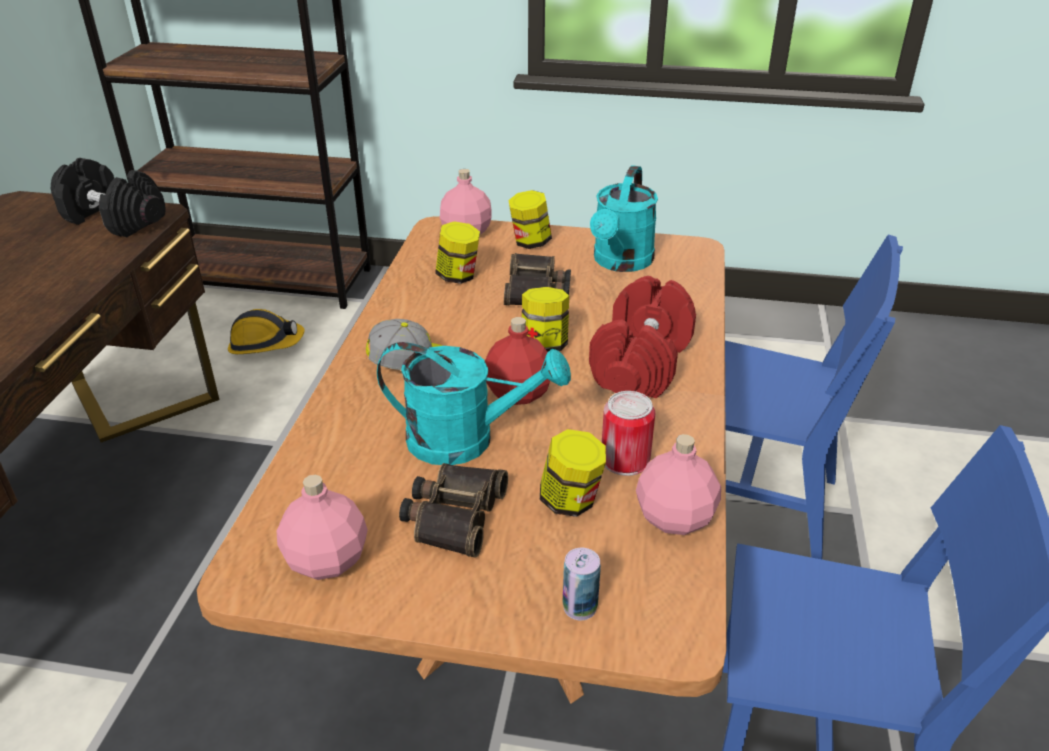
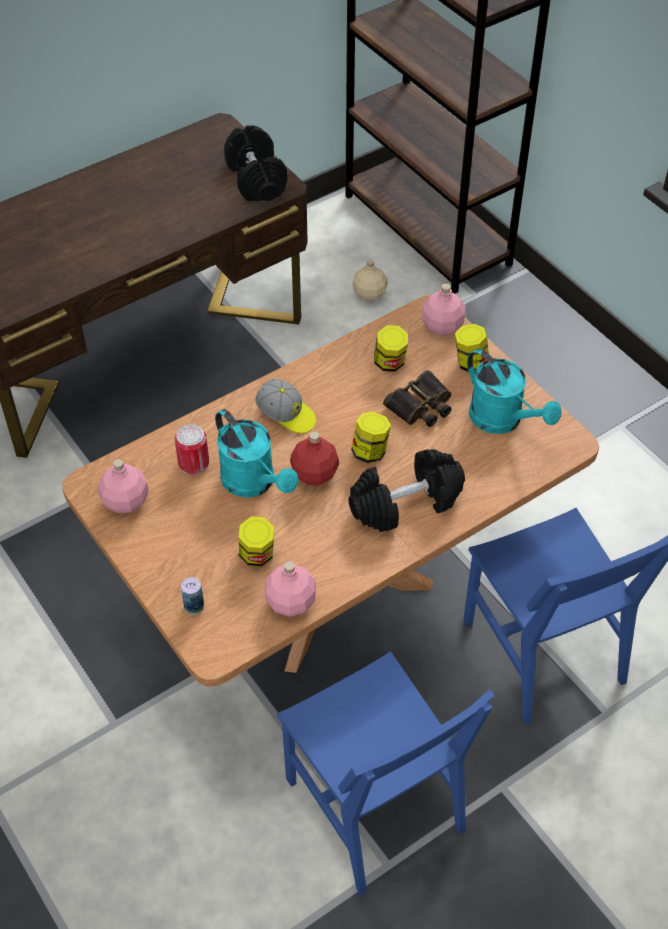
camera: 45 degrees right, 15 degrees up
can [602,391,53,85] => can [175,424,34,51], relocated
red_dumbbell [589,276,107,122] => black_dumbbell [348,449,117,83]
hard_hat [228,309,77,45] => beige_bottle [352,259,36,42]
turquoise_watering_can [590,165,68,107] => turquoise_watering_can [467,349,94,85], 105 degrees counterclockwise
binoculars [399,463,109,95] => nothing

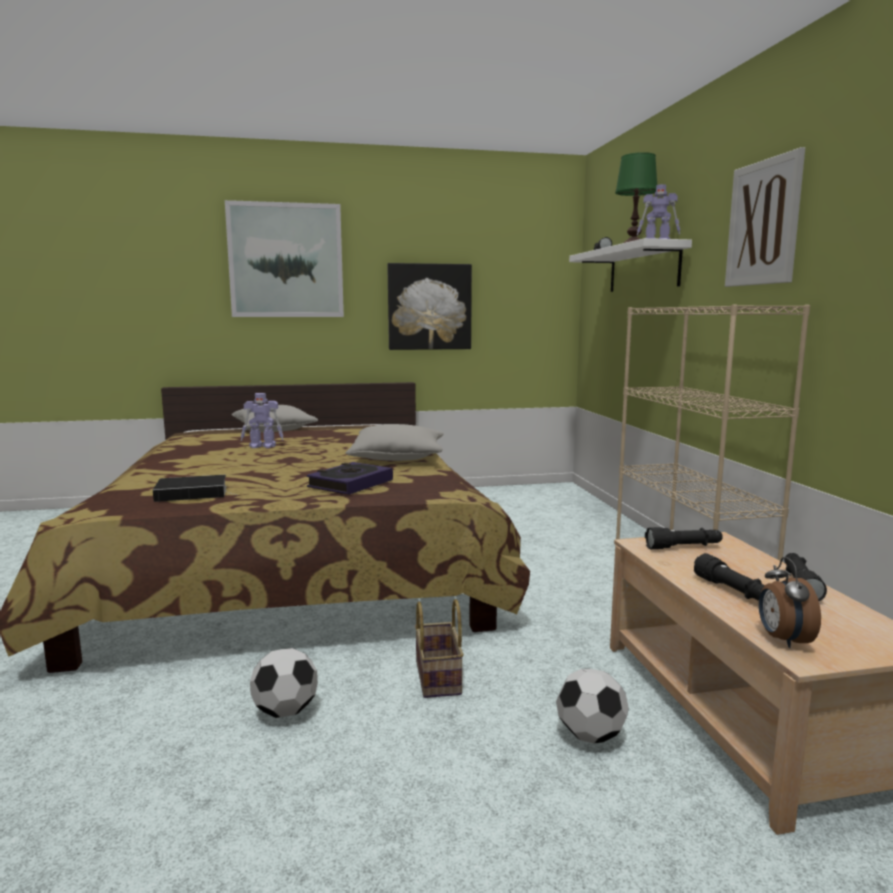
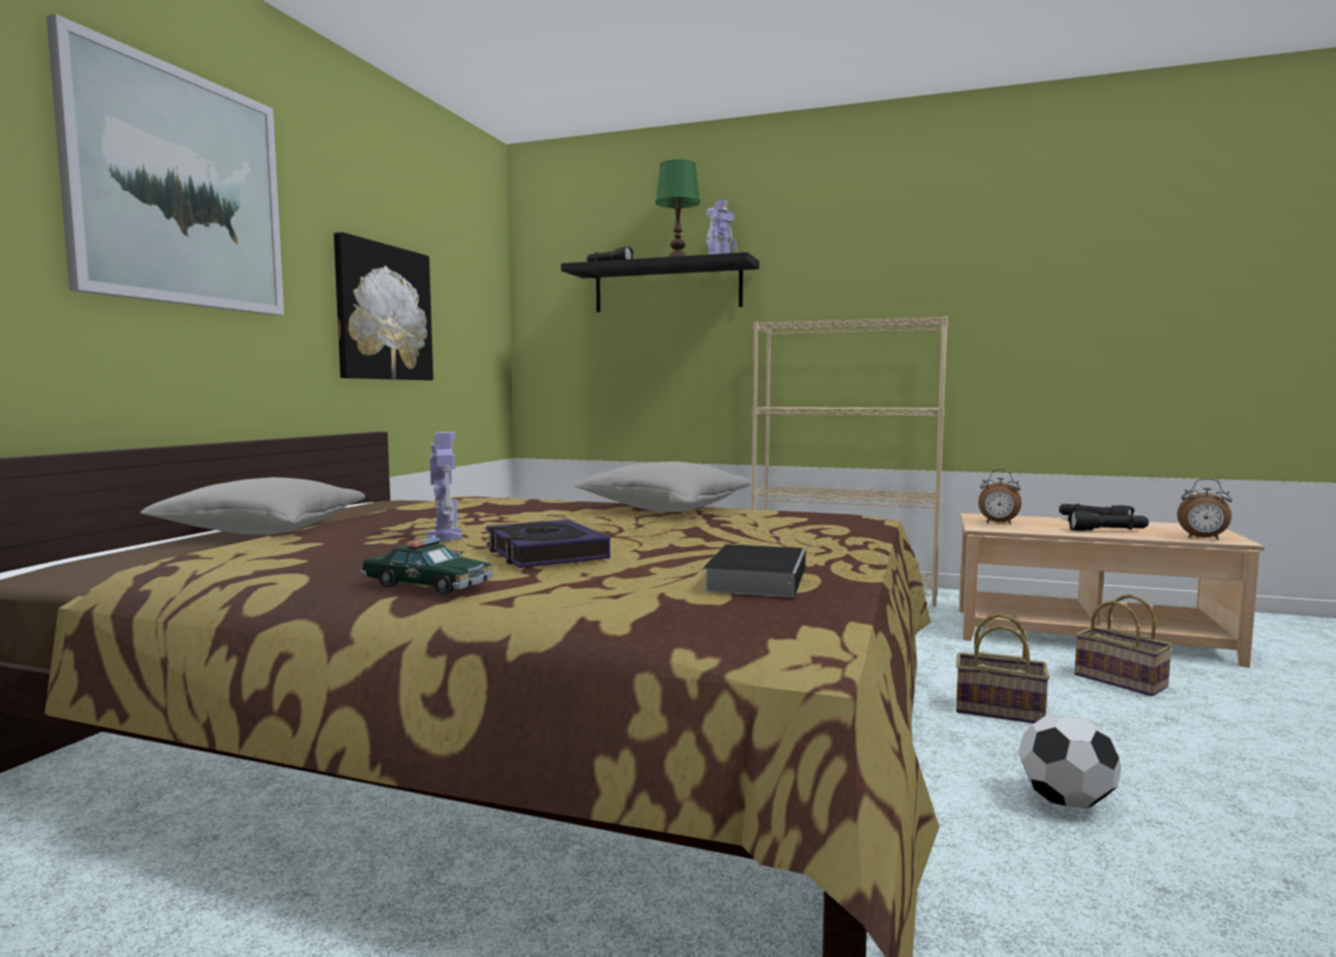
camera: 60 degrees left, 5 degrees down
nothing => toy_car [360,537,133,58]
toy_robot [241,393,42,55] => toy_robot [428,432,34,109], 45 degrees counterclockwise
book [306,462,87,33] => book [486,519,124,49], relocated
white_shelf [569,238,123,54] => black_shelf [561,252,198,60]
black_flashlight [645,527,78,22] => alarm_clock [978,469,44,55]
football [556,669,73,75] => basket [1074,594,99,102]
picture [725,147,80,140] => nothing

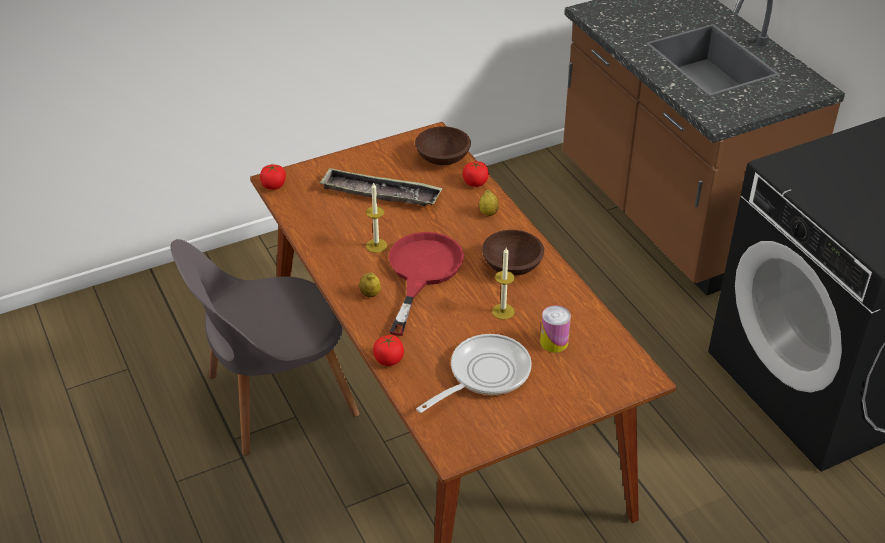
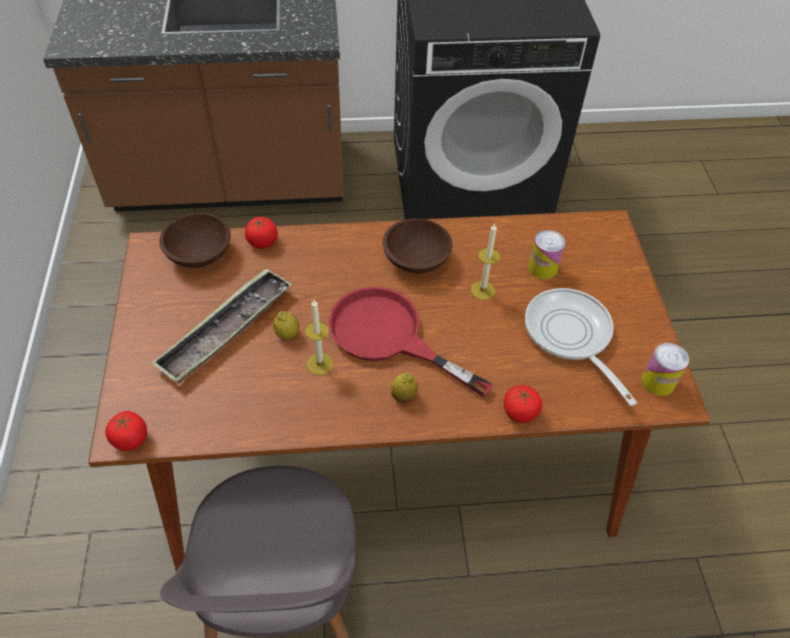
camera: 70 degrees left, 10 degrees up
lemon [479,190,20,26] => lemon [273,311,27,28], relocated
nothing => can [642,343,47,53]

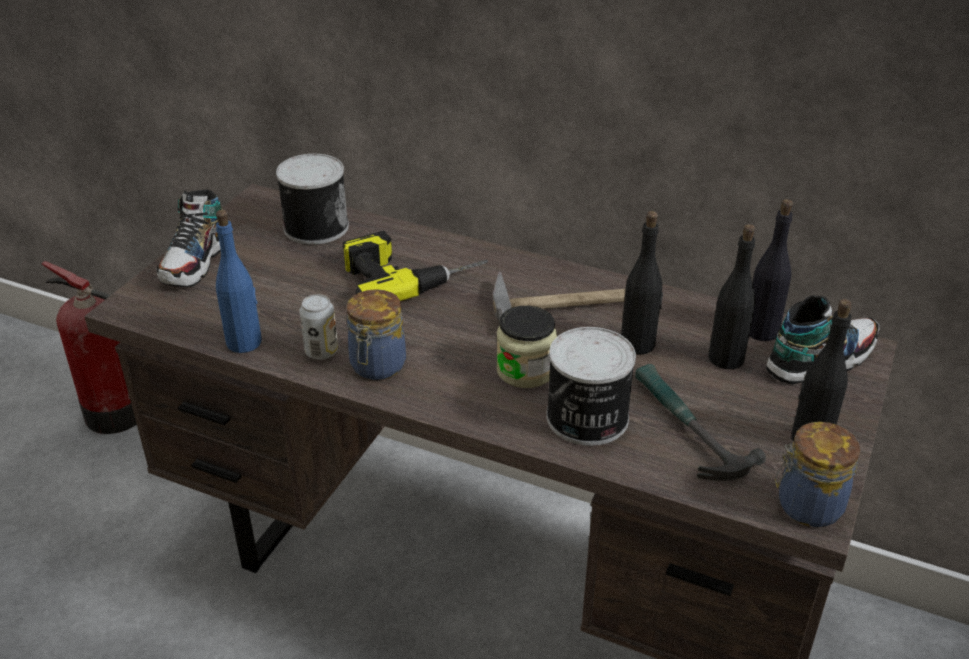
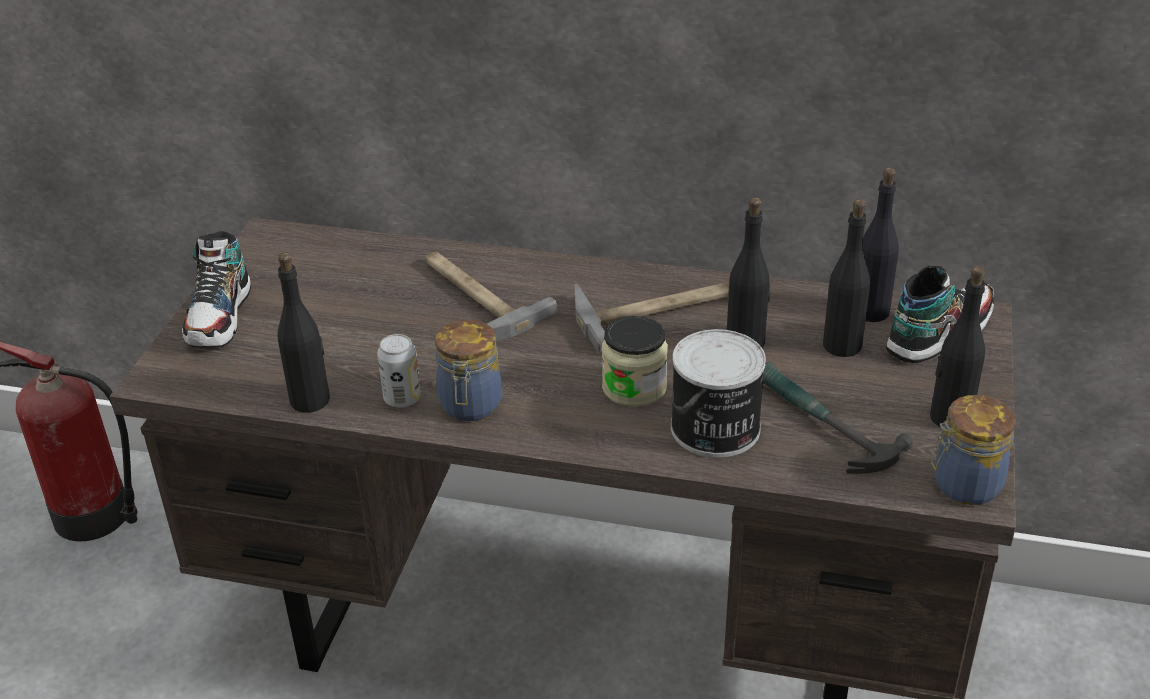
camera: 10 degrees left, 0 degrees up
blue_bottle [216,210,46,143] => black_bottle [277,252,53,161]
power_drill [343,231,145,70] => hammer [424,251,133,90]
can [276,154,73,91] => nothing

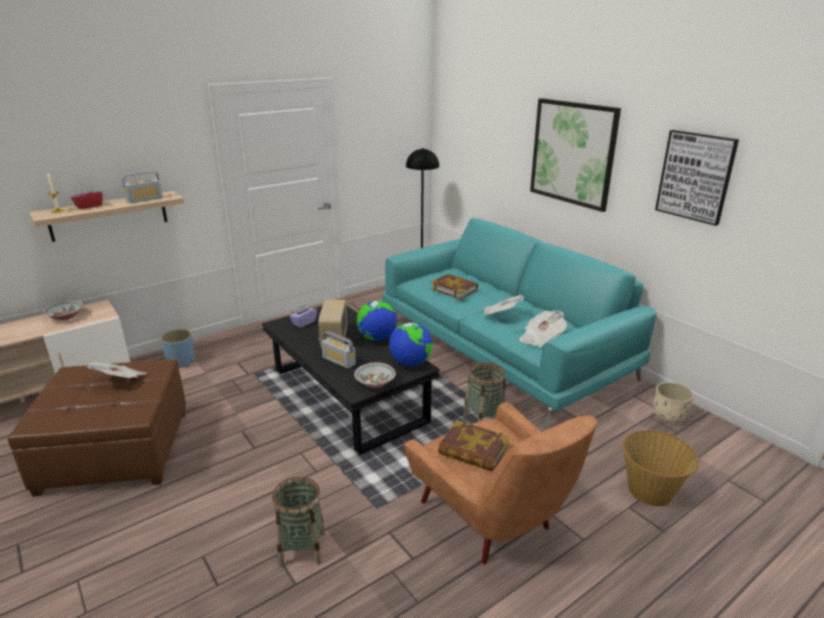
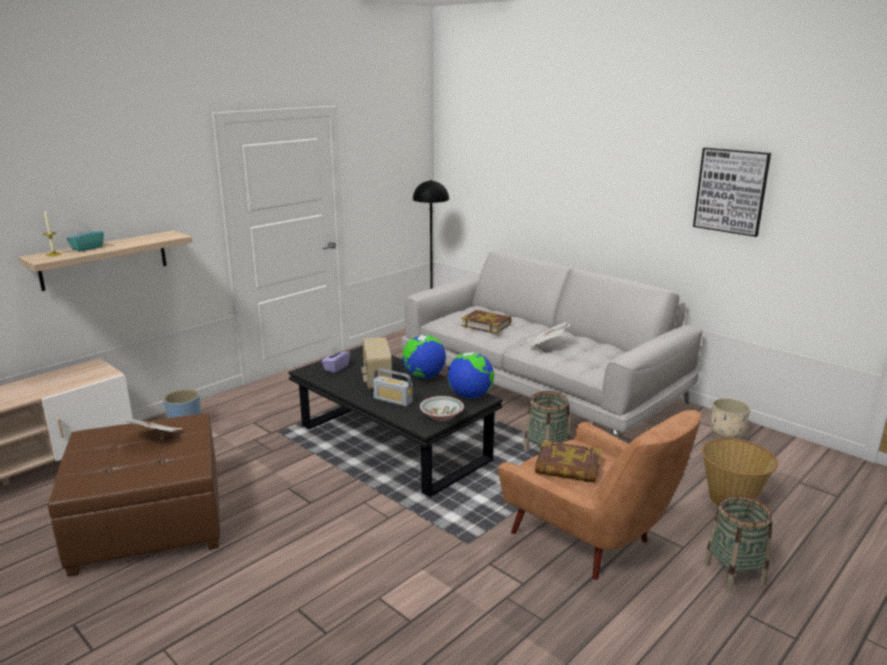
camera: 10 degrees left, 5 degrees down
red_tissue_box [71,185,32,24] => turquoise_tissue_box [67,224,37,28]
turquoise_sofa [382,218,275,212] => grey_sofa [402,251,301,187]
basket [272,477,53,89] => basket [704,495,68,96], relocated
bowl [43,300,41,21] => nothing
radio [122,171,41,32] => nothing
newspaper [519,311,48,36] => nothing
picture [530,98,91,114] => nothing

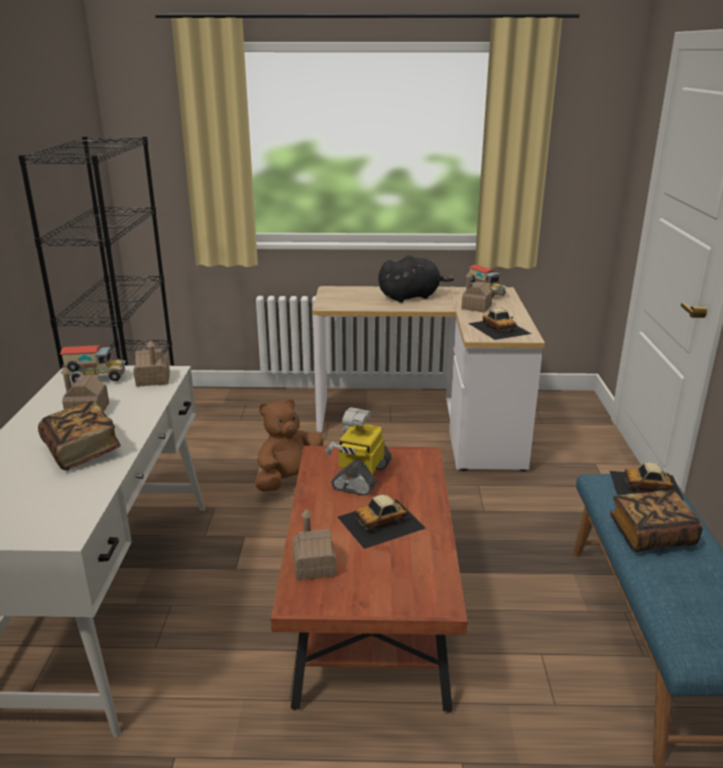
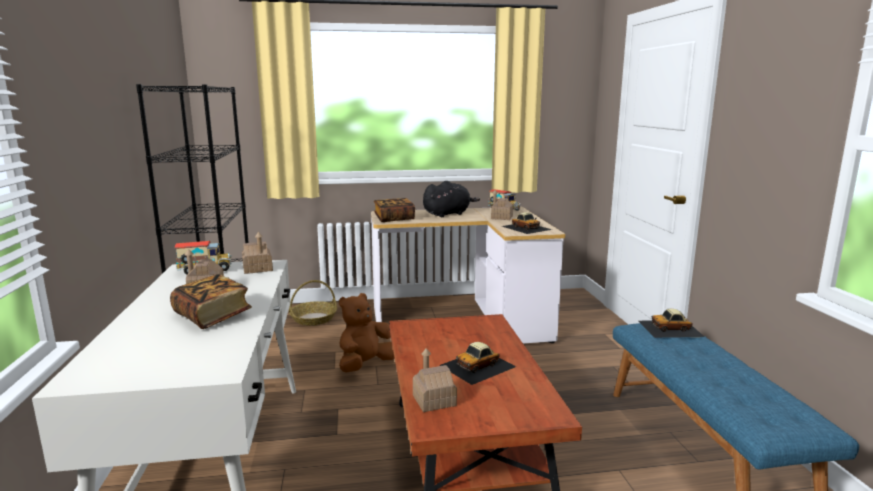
camera: 10 degrees left, 10 degrees down
nothing => basket [289,280,48,46]
book [610,490,93,62] => book [374,198,41,24], relocated
toy_robot [325,407,67,89] => nothing

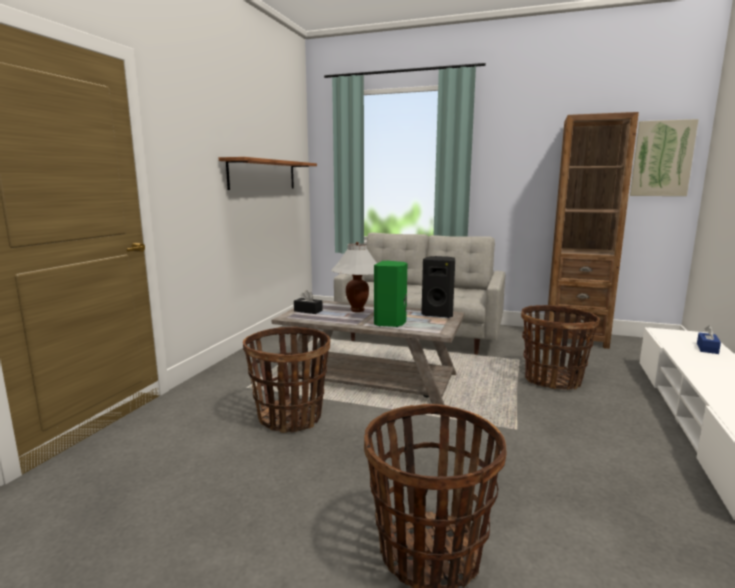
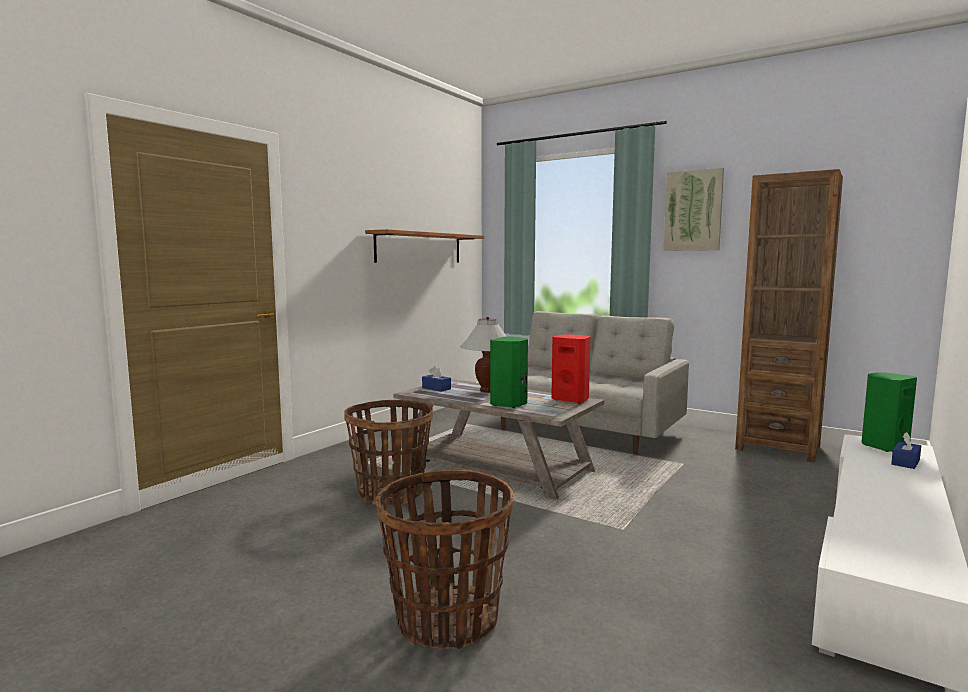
camera: 15 degrees right, 5 degrees down
black_tissue_box [294,290,29,24] => blue_tissue_box [422,366,29,26]
black_speaker [421,256,34,62] => red_speaker [551,335,39,69]
picture [630,119,68,77] => picture [663,168,61,83], relocated
nothing => green_speaker [862,372,55,80]
basket [521,305,79,85] => nothing

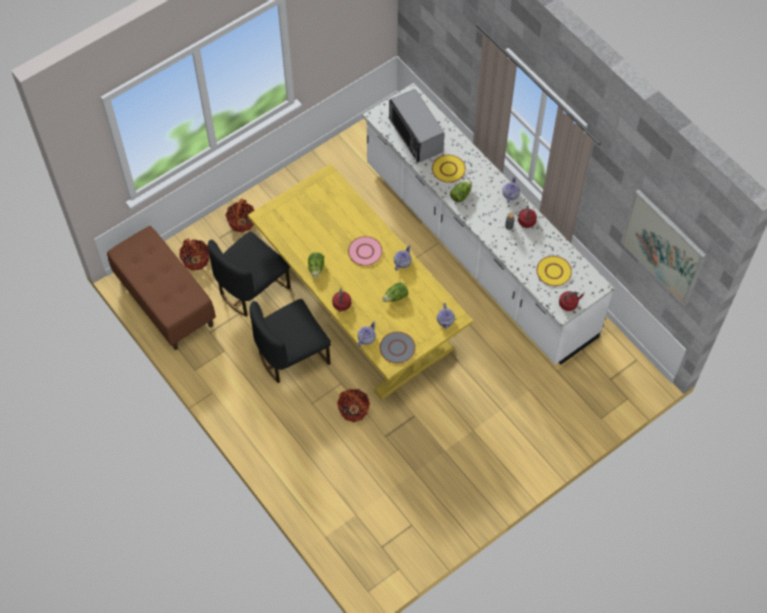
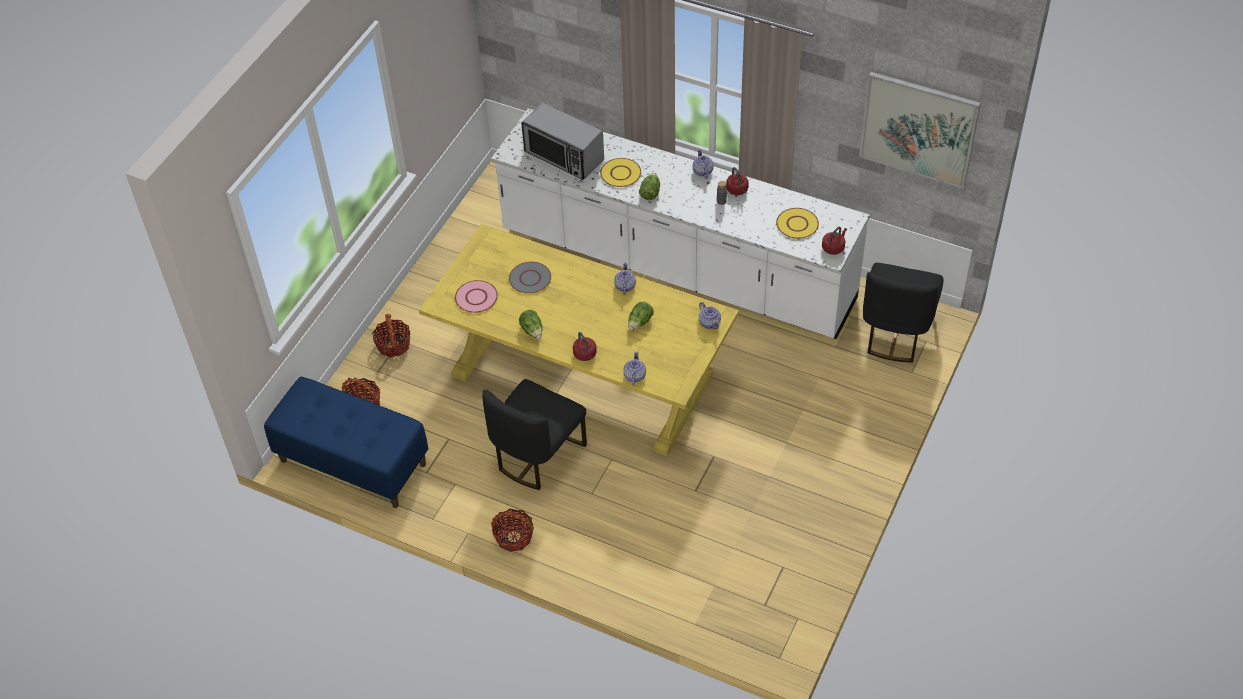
camera: 25 degrees left, 10 degrees down
brown_bench [107,226,109,124] => blue_bench [264,377,164,131]
pink_plate [348,236,35,30] => pink_plate [455,280,43,33], relocated
basket [337,389,33,33] => basket [491,509,43,43], relocated
grey_plate [380,332,35,32] => grey_plate [509,262,42,31], relocated
black_chair [208,231,83,86] => black_chair [863,263,80,100], relocated

